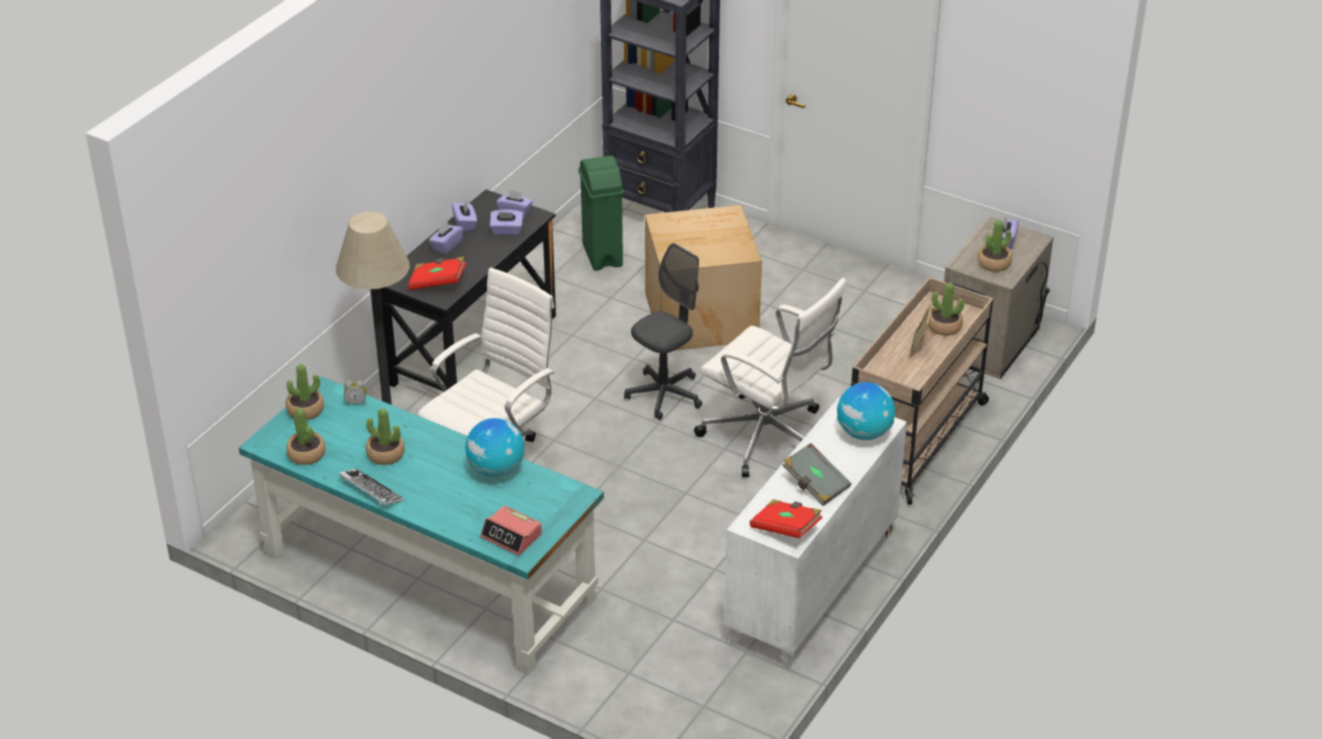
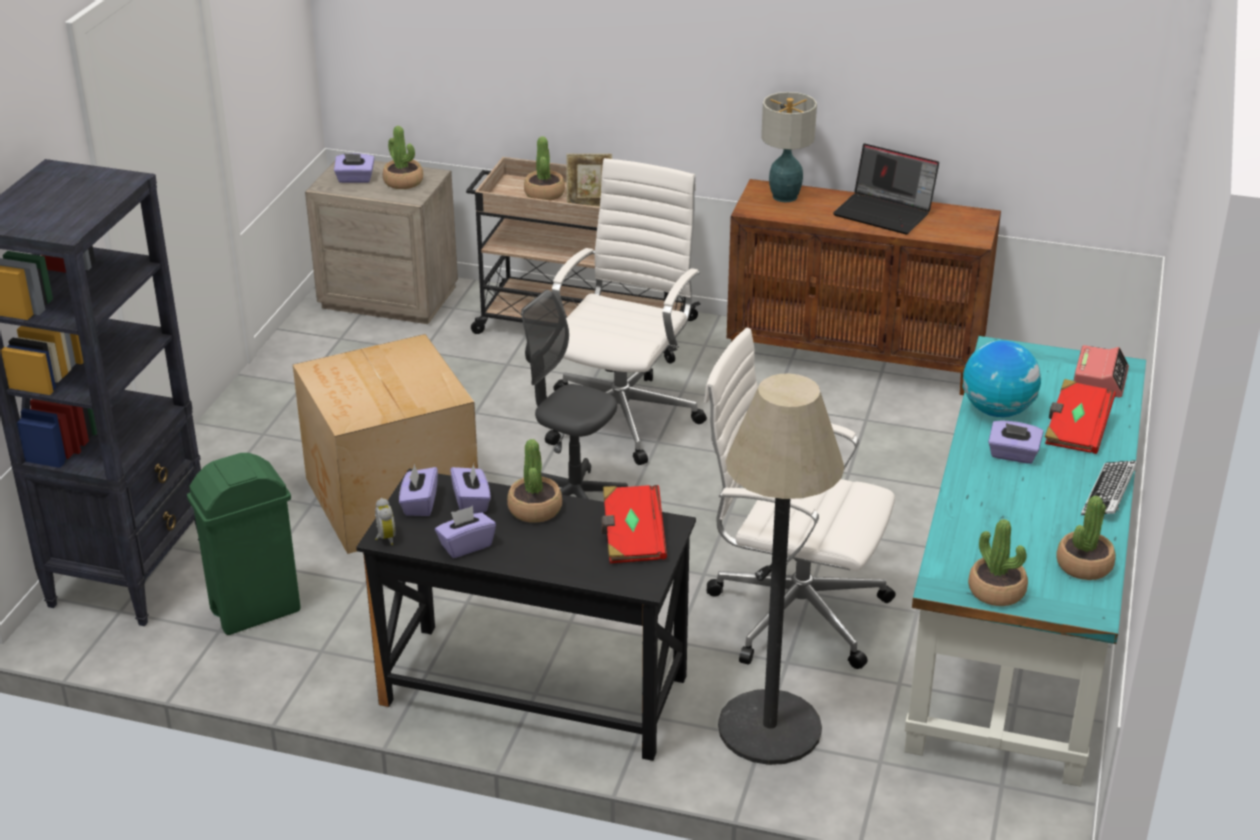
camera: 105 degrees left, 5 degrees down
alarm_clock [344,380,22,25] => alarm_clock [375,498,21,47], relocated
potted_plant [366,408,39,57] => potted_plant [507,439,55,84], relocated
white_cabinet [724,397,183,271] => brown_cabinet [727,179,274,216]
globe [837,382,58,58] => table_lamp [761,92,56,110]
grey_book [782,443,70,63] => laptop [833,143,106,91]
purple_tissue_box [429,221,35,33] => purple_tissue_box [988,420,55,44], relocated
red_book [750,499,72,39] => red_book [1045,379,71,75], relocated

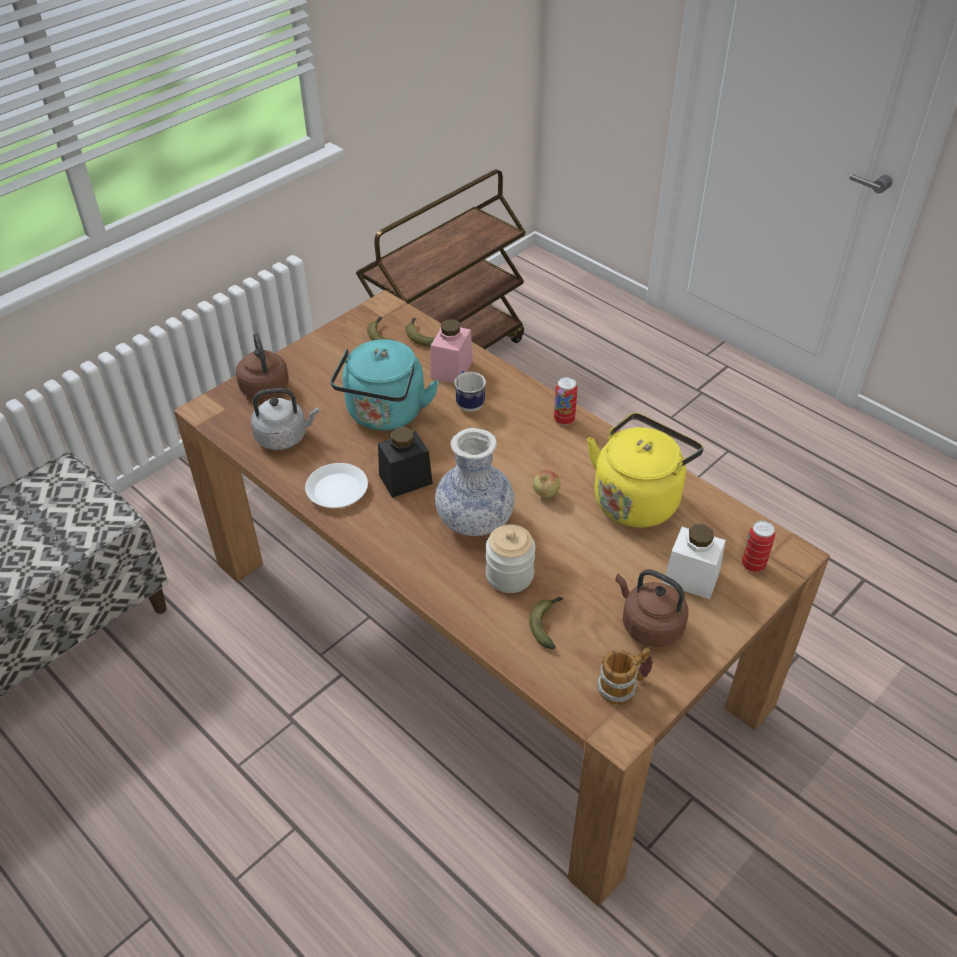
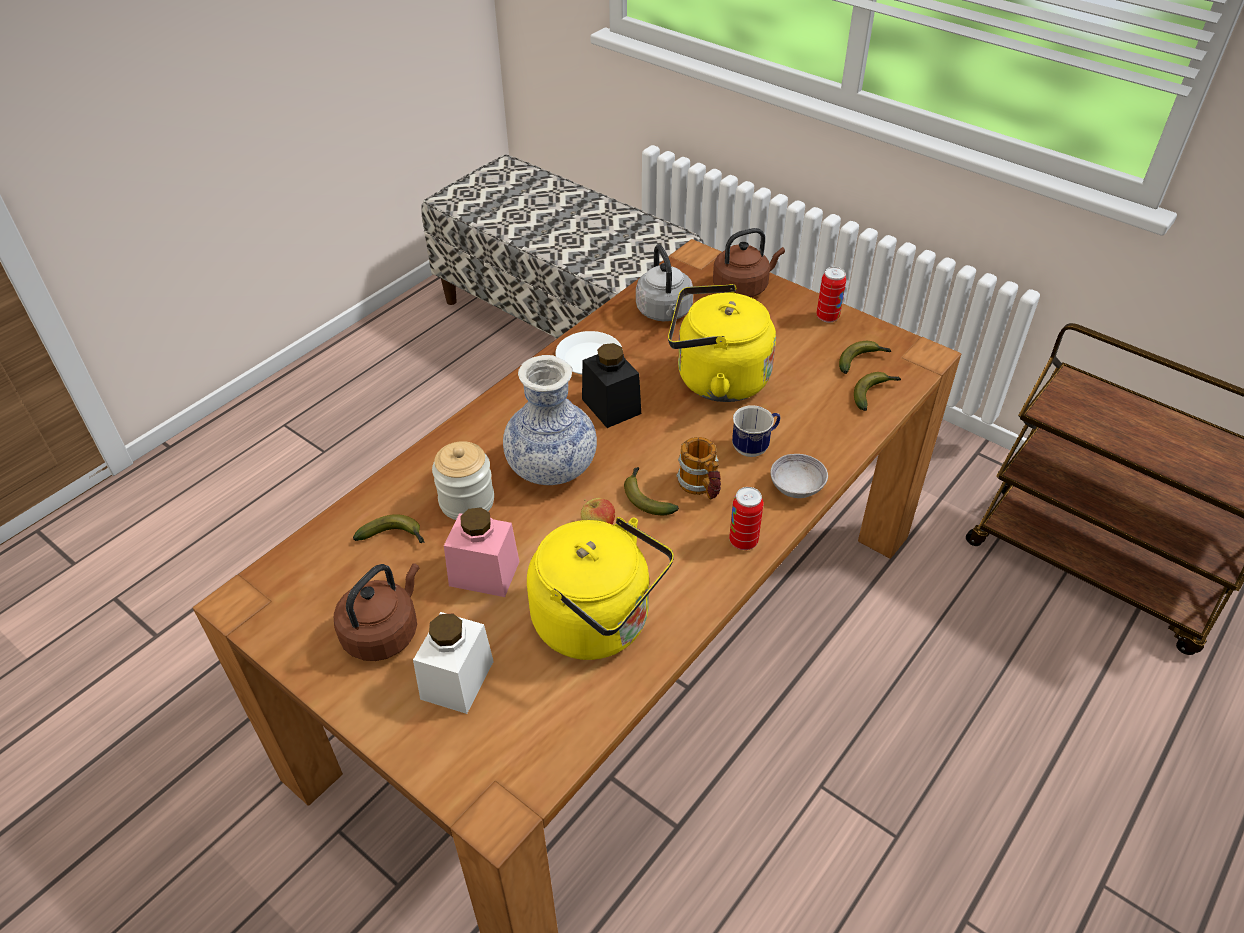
camera: 85 degrees right, 0 degrees up
pink_jar [430,319,43,65] => pink_jar [444,507,76,90], relocated
nothing => banana [624,467,55,48]
turquoise_kettle [330,339,109,92] => yellow_kettle [668,284,108,118]
mug [598,648,55,56] => mug [676,437,45,62], relocated
nothing => grey_bowl [770,454,58,44]
can [742,520,33,52] => can [817,267,29,56], relocated

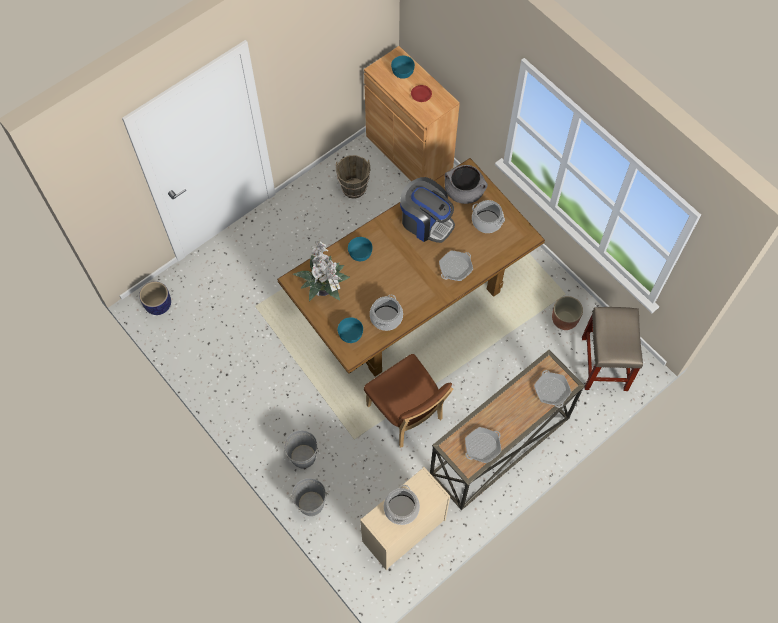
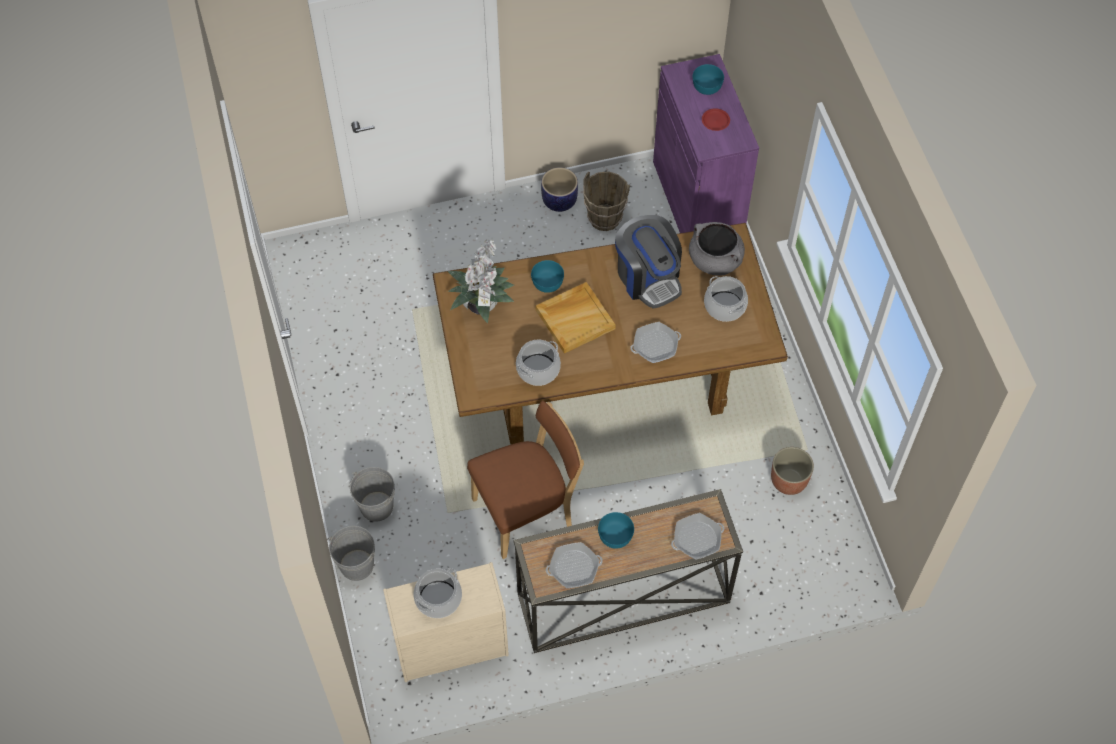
camera: 25 degrees right, 5 degrees down
brown_chair [364,354,89,94] => brown_chair [467,401,117,158], 105 degrees counterclockwise
nothing => beige_tray [536,282,80,71]
planter [139,281,32,34] => planter [541,167,37,45], relocated
turquoise_bowl [338,317,25,26] => turquoise_bowl [598,512,36,37], relocated
brown_cabinet [364,46,96,135] => purple_cabinet [653,54,106,179]
frying_pan [534,370,37,38] => frying_pan [671,513,53,47], 120 degrees counterclockwise
beige_stool [582,307,61,84] => nothing

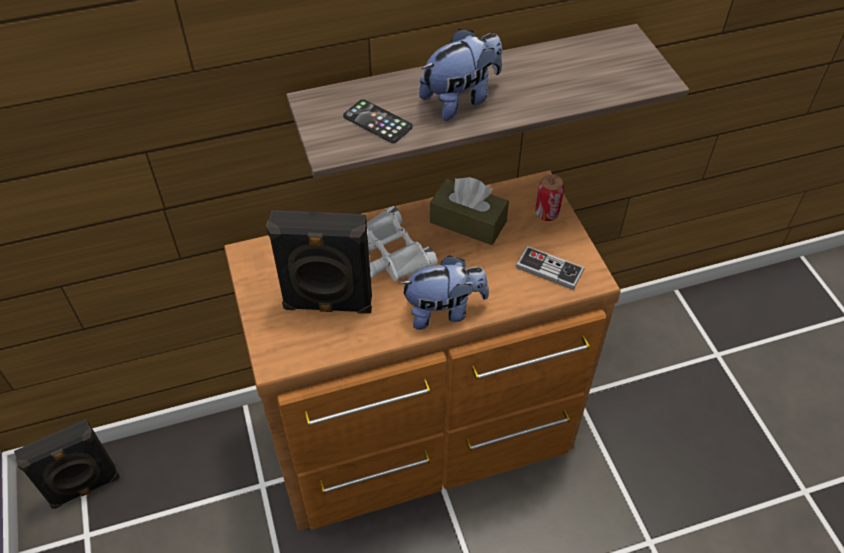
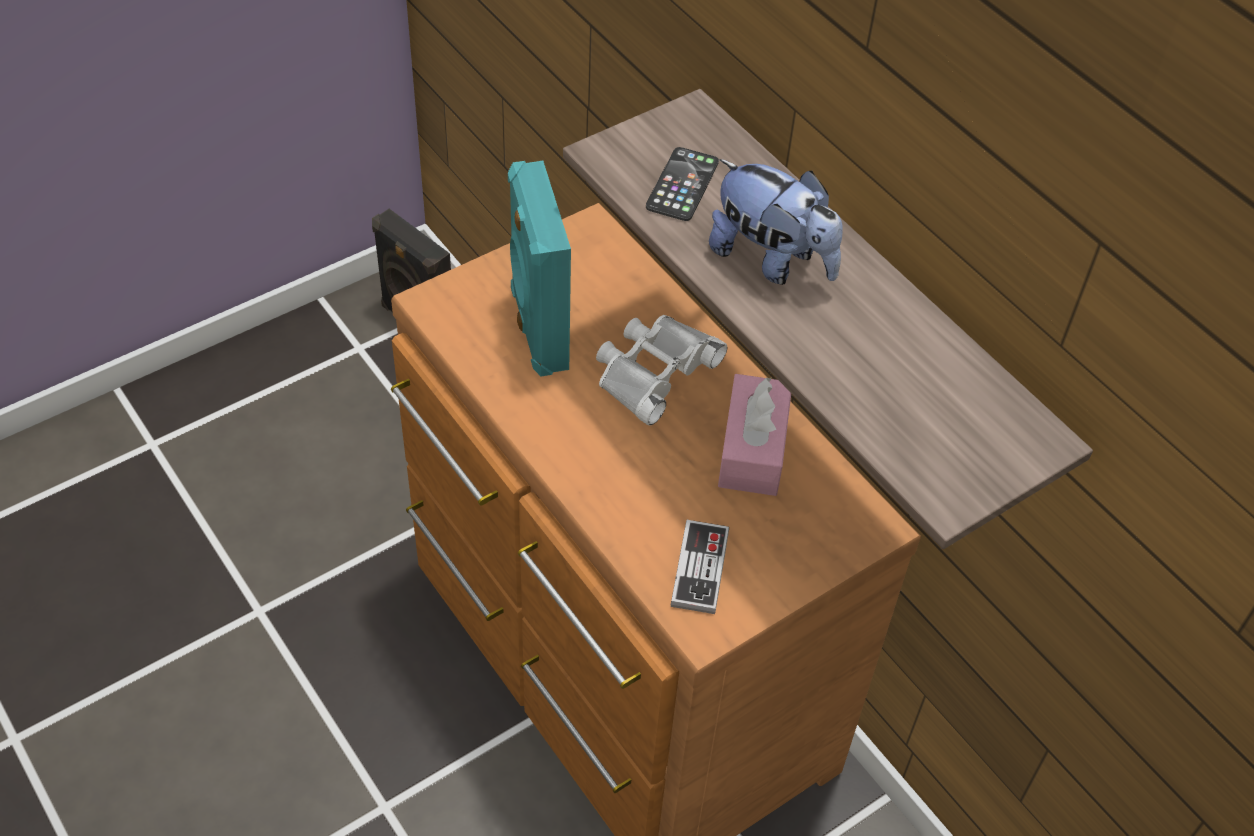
camera: 70 degrees right, 0 degrees up
black_speaker [266,210,106,104] => turquoise_speaker [508,161,63,216]
brown_tissue_box [430,177,79,68] => pink_tissue_box [718,374,73,122]
plush_toy [399,255,90,75] => nothing
can [535,174,29,47] => nothing

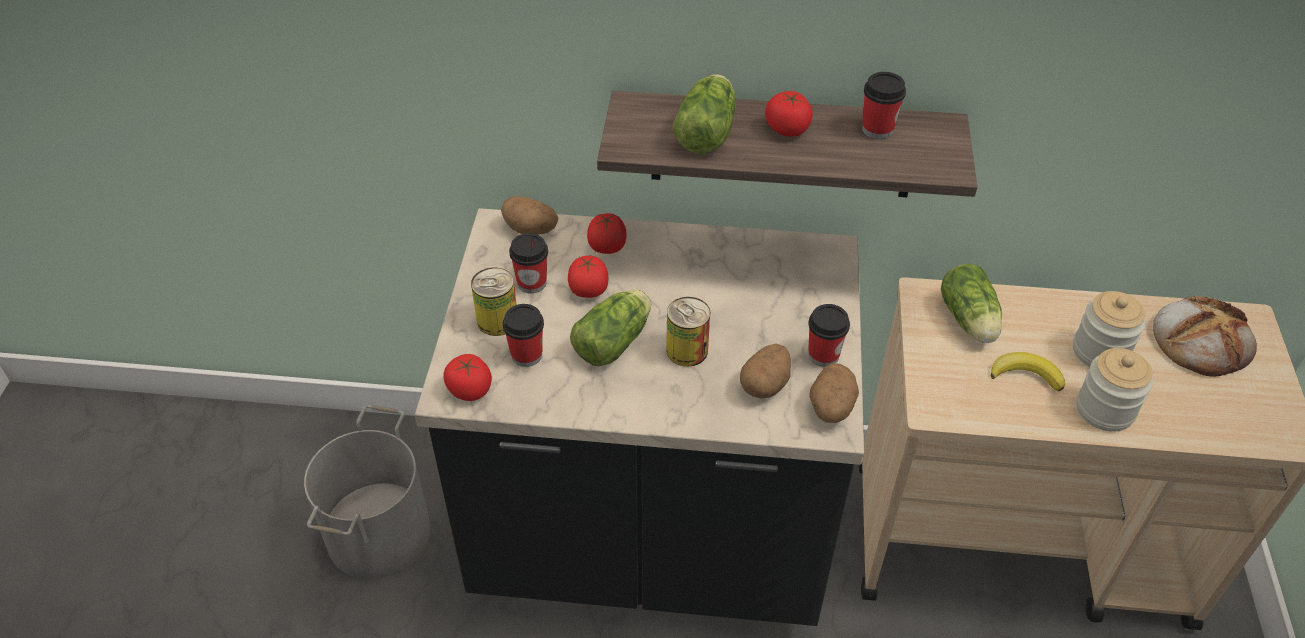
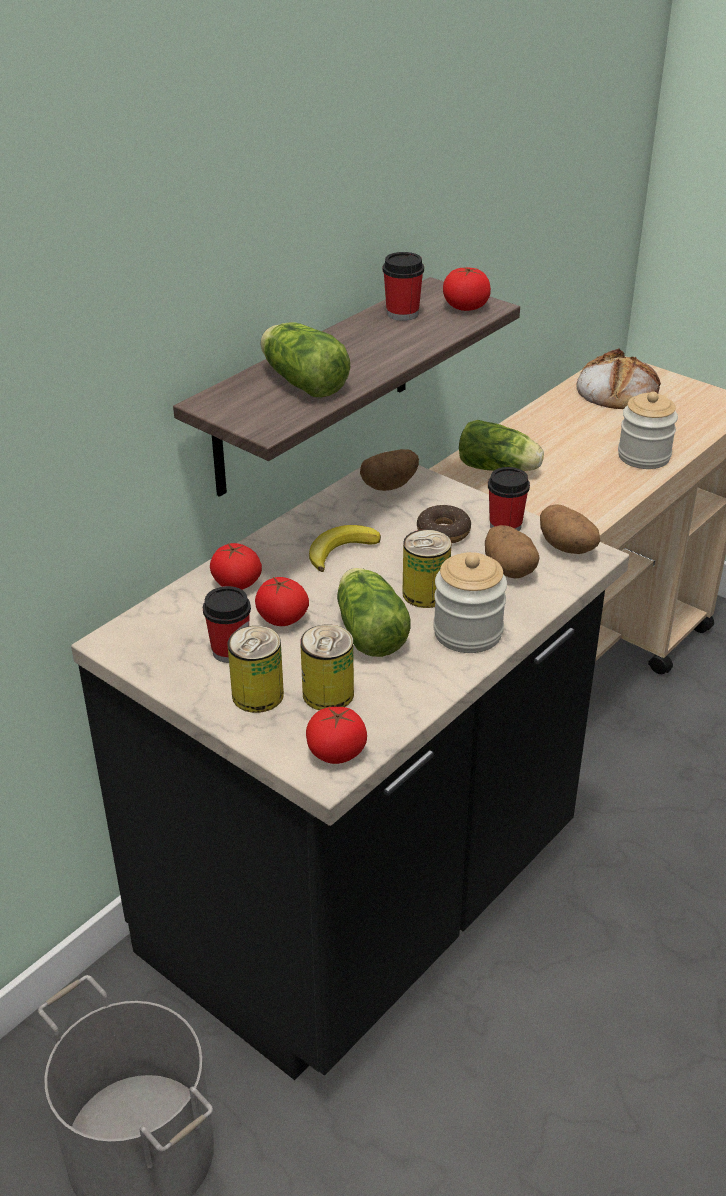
camera: 55 degrees left, 10 degrees down
cup [503,304,41,63] => can [300,625,54,85]
banana [991,352,74,40] => banana [309,525,72,47], relocated
potato [501,196,58,39] => potato [360,449,59,42], relocated
nothing => donut [417,505,54,39]
jar [1073,291,73,76] => jar [433,552,74,101], relocated
tomato [765,91,48,46] => tomato [443,267,48,44], relocated

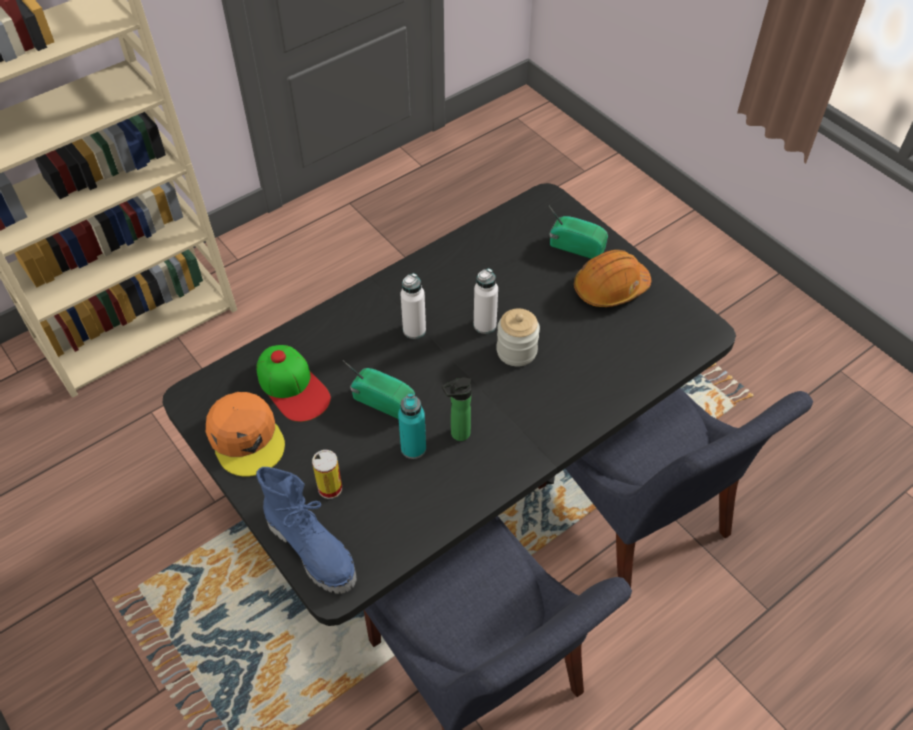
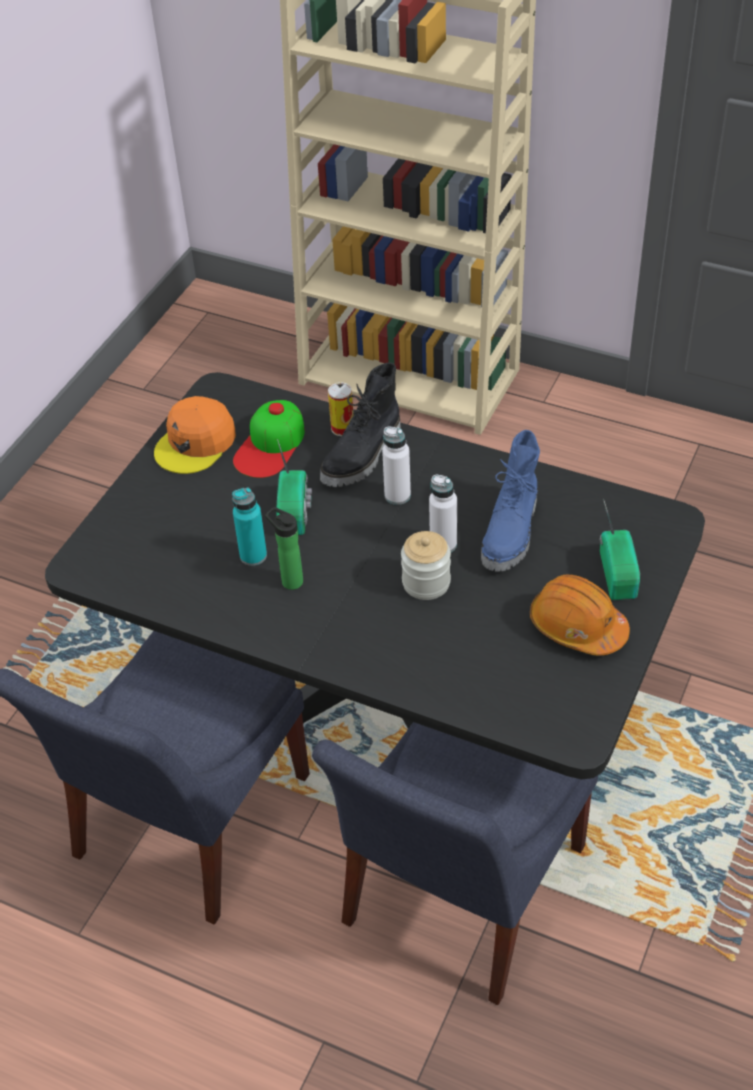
camera: 65 degrees right, 5 degrees down
nothing => black_boot [320,362,80,125]
can [312,450,30,49] => can [328,382,26,54], relocated
blue_boot [256,467,101,127] => blue_boot [481,430,59,142], relocated

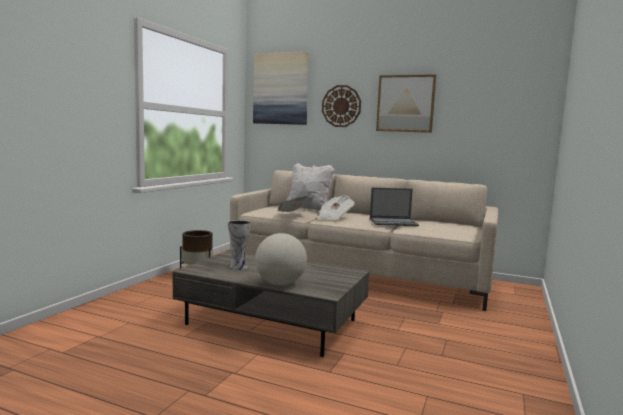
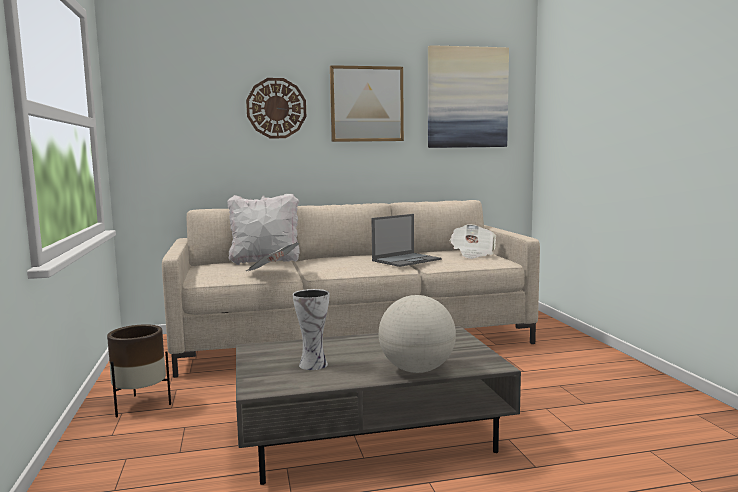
camera: 35 degrees left, 0 degrees up
picture [253,52,56,73] => picture [428,45,81,103], relocated
newspaper [317,195,38,25] => newspaper [450,224,46,35], relocated

